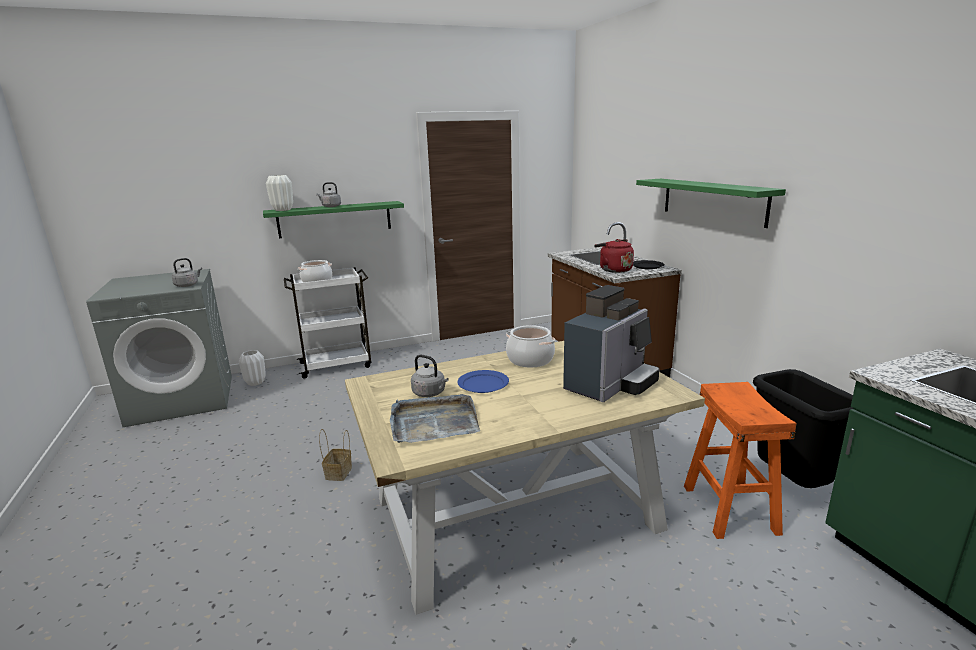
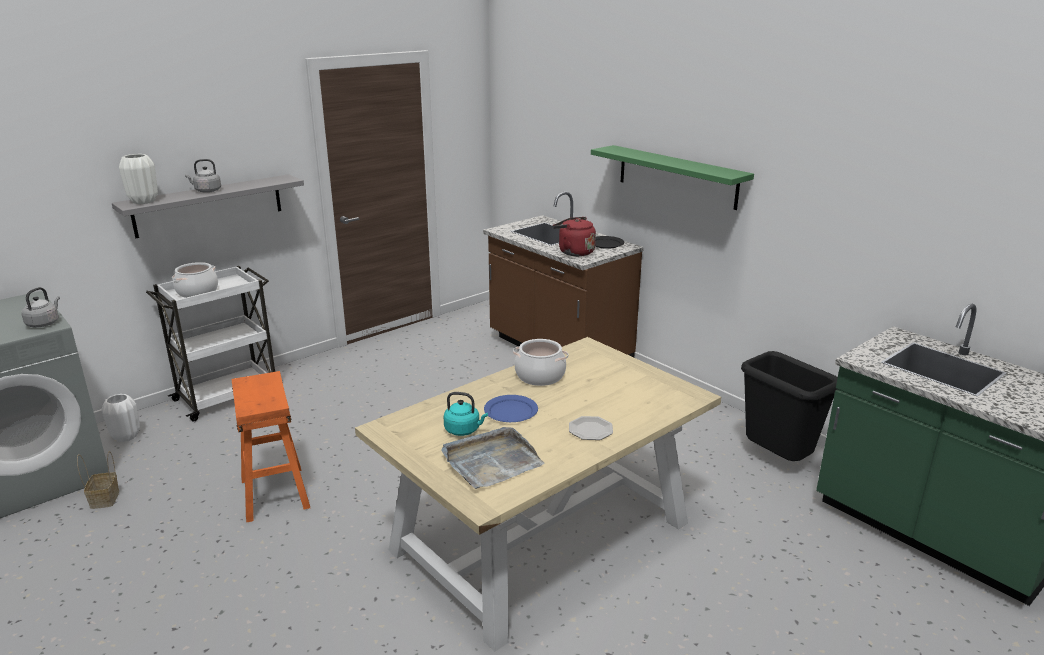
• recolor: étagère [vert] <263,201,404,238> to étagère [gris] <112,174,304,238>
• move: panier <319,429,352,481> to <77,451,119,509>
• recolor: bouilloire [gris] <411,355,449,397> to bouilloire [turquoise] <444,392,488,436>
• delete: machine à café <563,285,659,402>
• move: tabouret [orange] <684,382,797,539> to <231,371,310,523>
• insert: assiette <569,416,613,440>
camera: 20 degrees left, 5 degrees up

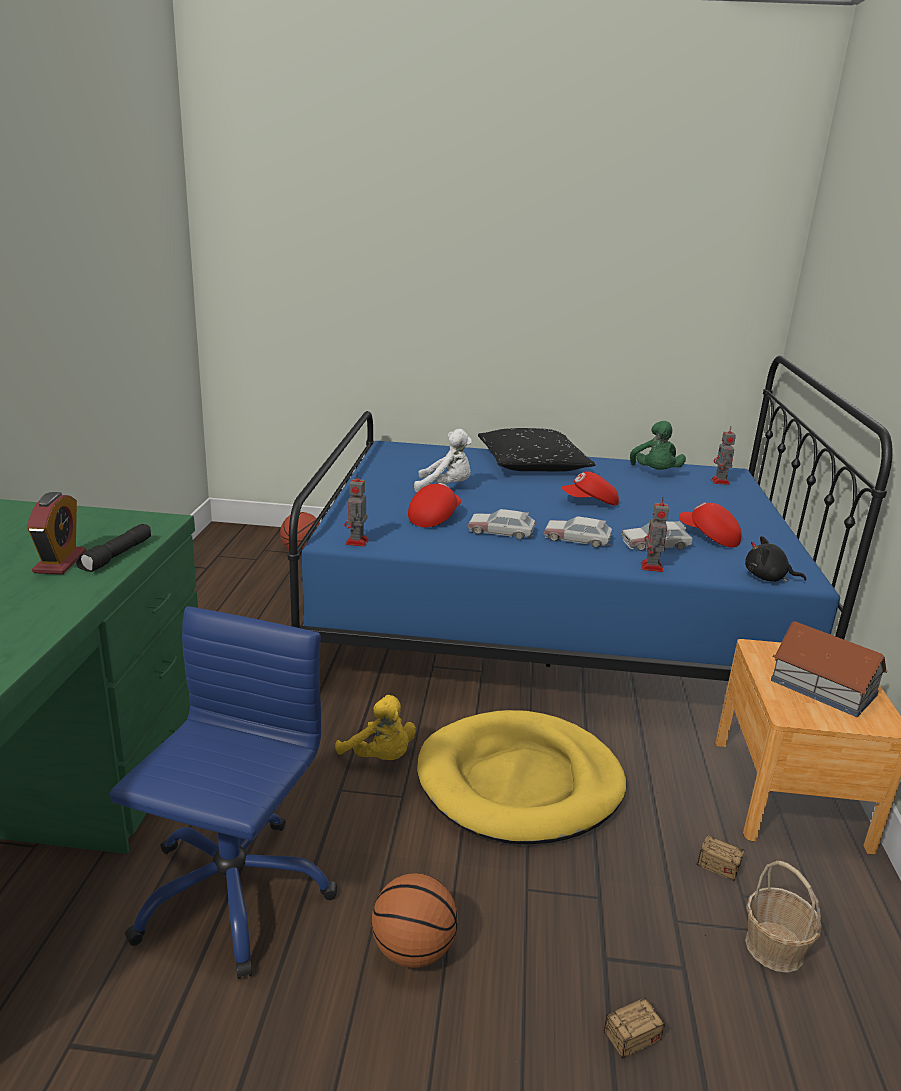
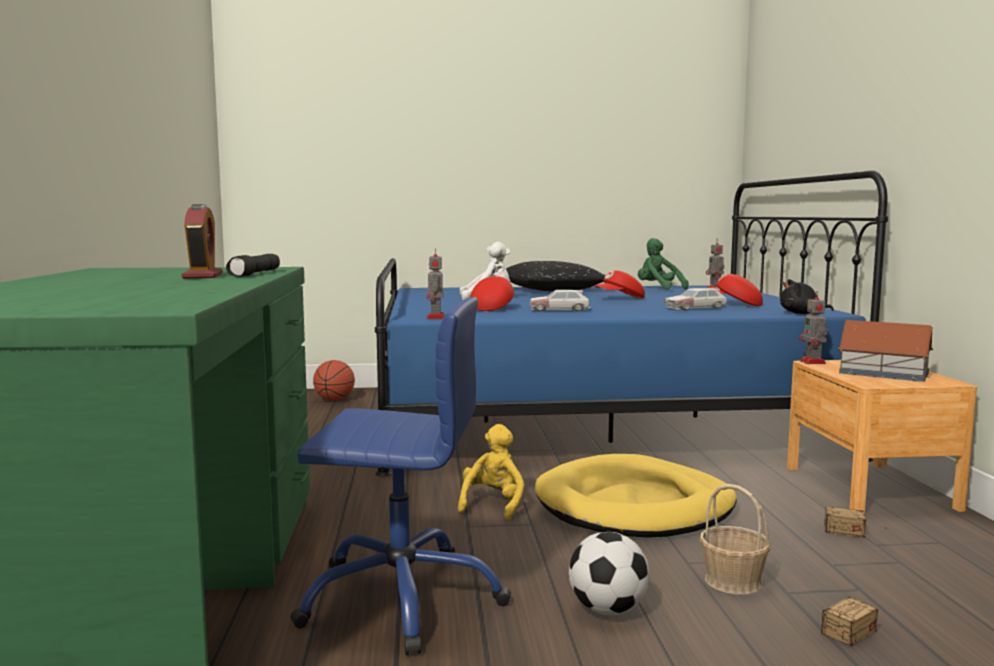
• rotate: chaise de bureau [bleu] <110,606,338,979> = <290,297,511,655> 90 degrees clockwise
• rotate: peluche [jaune] <335,695,416,760> = <458,424,525,520> 105 degrees counterclockwise
• replace: ballon de basket <372,873,458,968> to ballon de foot <569,532,650,615>
• delete: petite voiture <543,517,612,548>
• rotate: peluche [vert] <630,421,686,470> = <638,238,689,290> 150 degrees clockwise
• move: robot jouet <641,496,669,572> to <799,291,827,364>
• move: panier <745,861,822,973> to <700,484,771,595>
camera: 10 degrees left, 15 degrees down

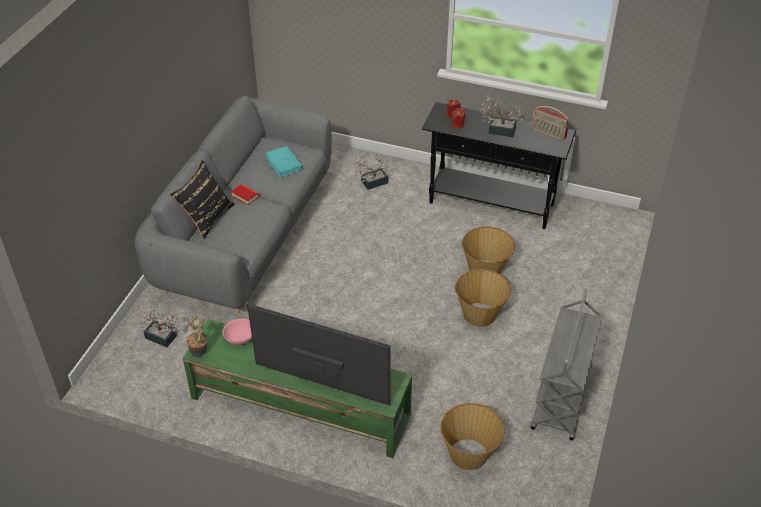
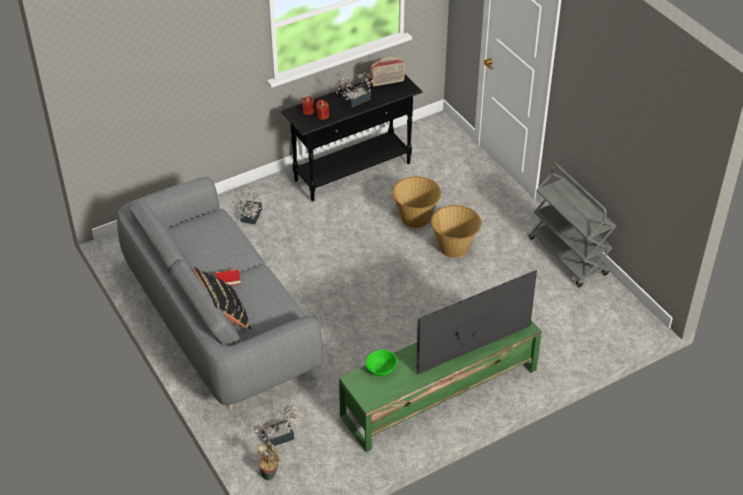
• move: plante en pot <186,316,208,358> to <257,441,281,480>
• recolor: bol [rose] <222,318,252,345> to bol [vert] <366,350,397,376>
• delete: livre [turquoise] <265,146,303,177>
• delete: panier <440,403,504,470>
camera: 50 degrees left, 0 degrees up

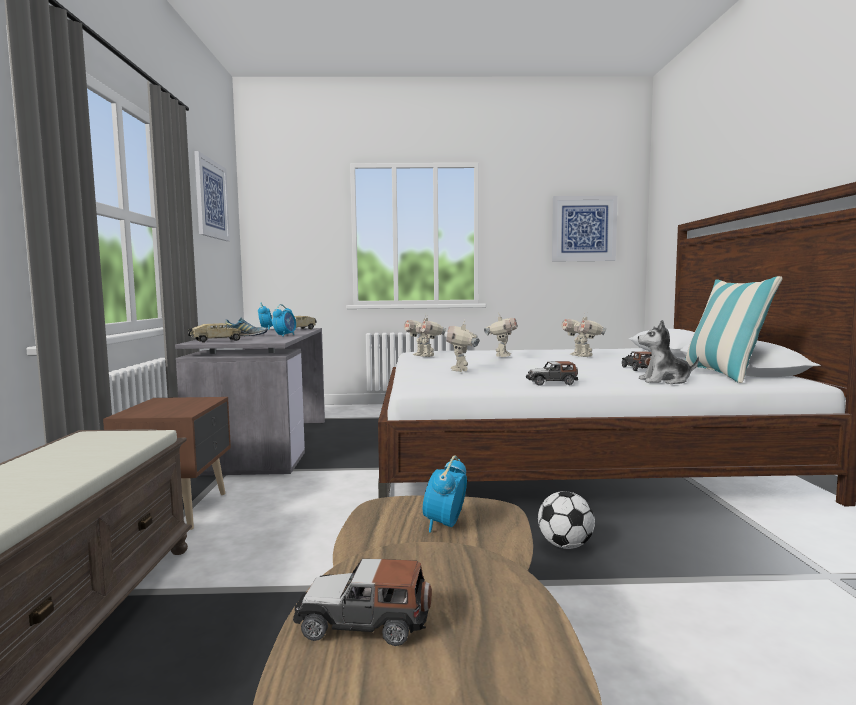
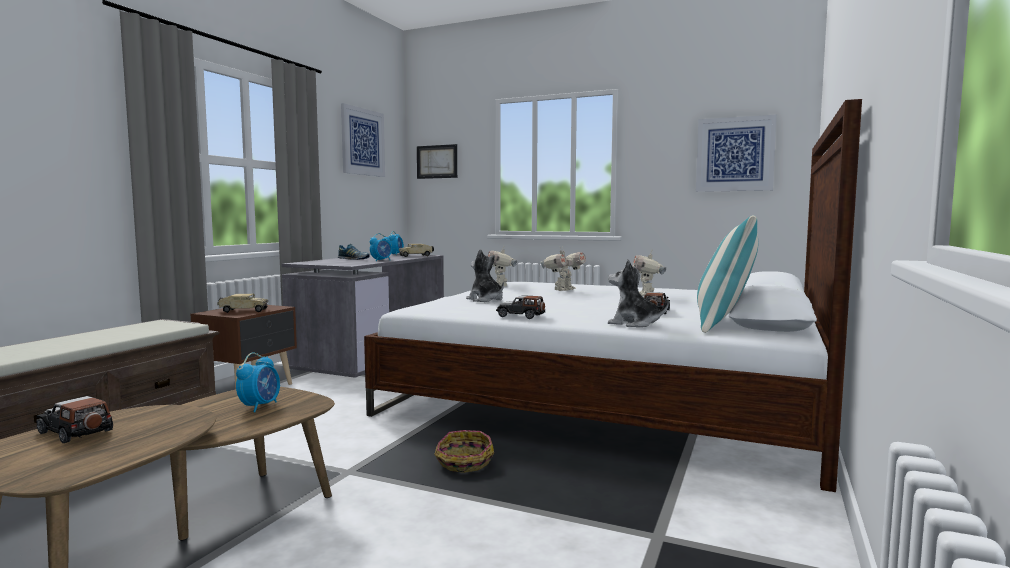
• move: camion jouet <188,323,241,343> to <217,294,268,313>
• rotate: réveil <423,455,467,533> = <236,352,280,412> 150 degrees clockwise
• replace: robot jouet <446,319,479,372> to peluche <466,249,504,302>
• replace: ballon de foot <538,491,595,549> to panier <434,430,494,473>
• insert: tableau <417,144,457,179>
camera: 25 degrees right, 0 degrees up

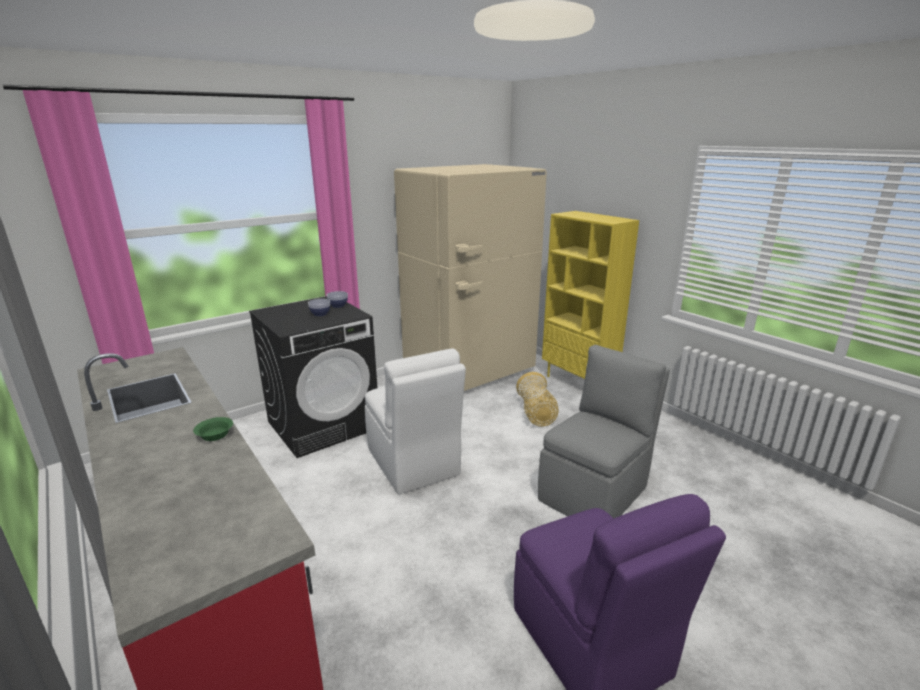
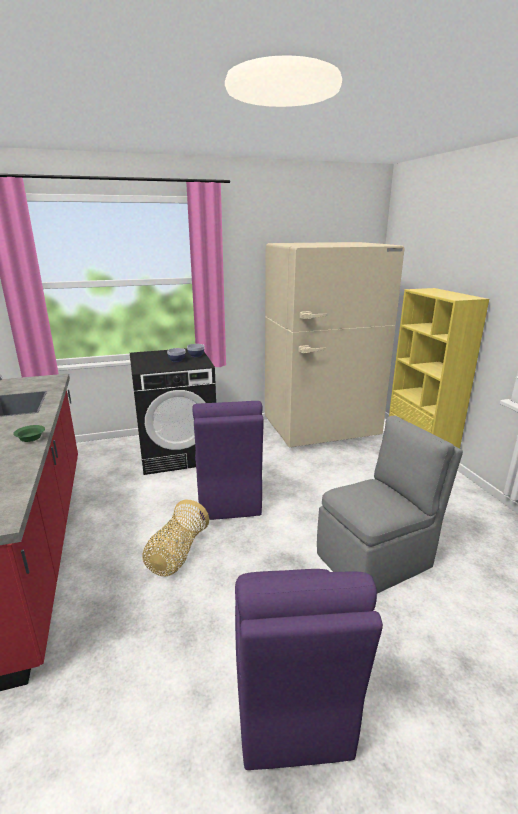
• recolor: chaise [blanc] <365,349,466,494> to chaise [violet] <193,401,264,520>
• move: panier <516,372,559,427> to <142,500,209,577>
camera: 20 degrees right, 0 degrees up

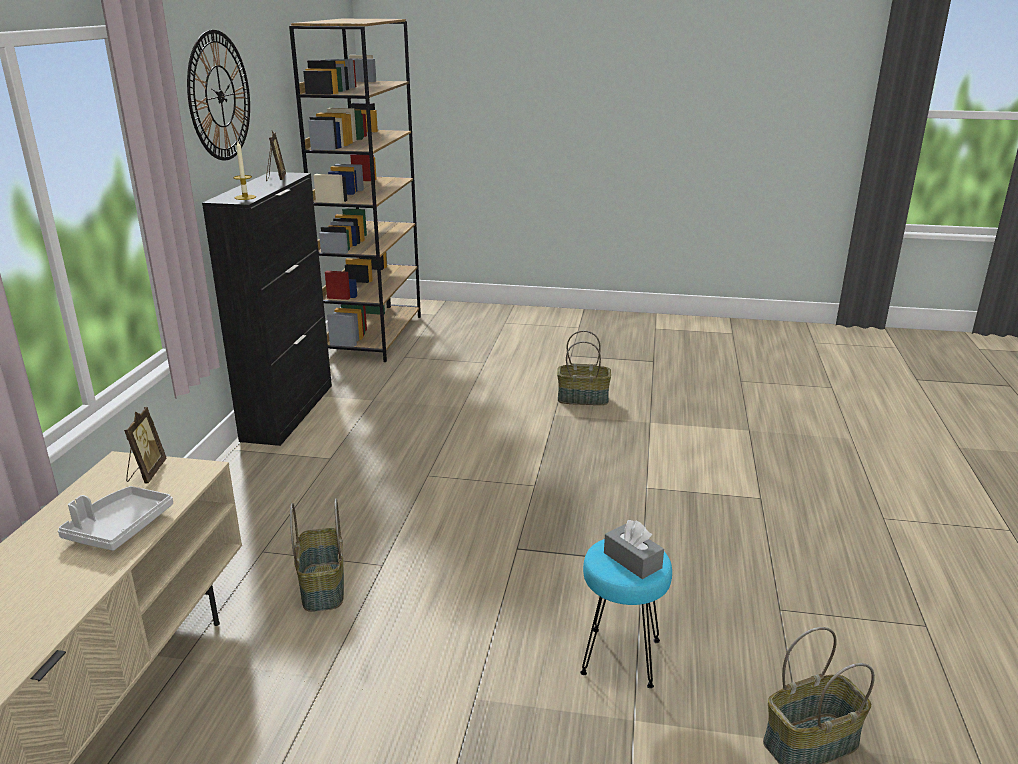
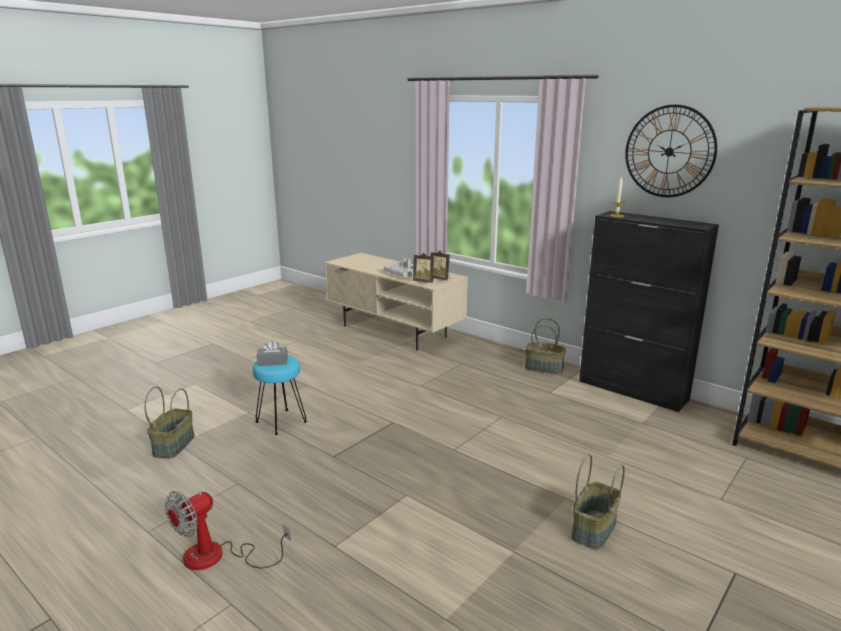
• move: cadre photo <266,131,286,181> to <413,253,434,283>
• move: panier <290,498,344,612> to <525,318,566,374>
• insert: ventilateur <165,491,291,570>
camera: 120 degrees right, 5 degrees down

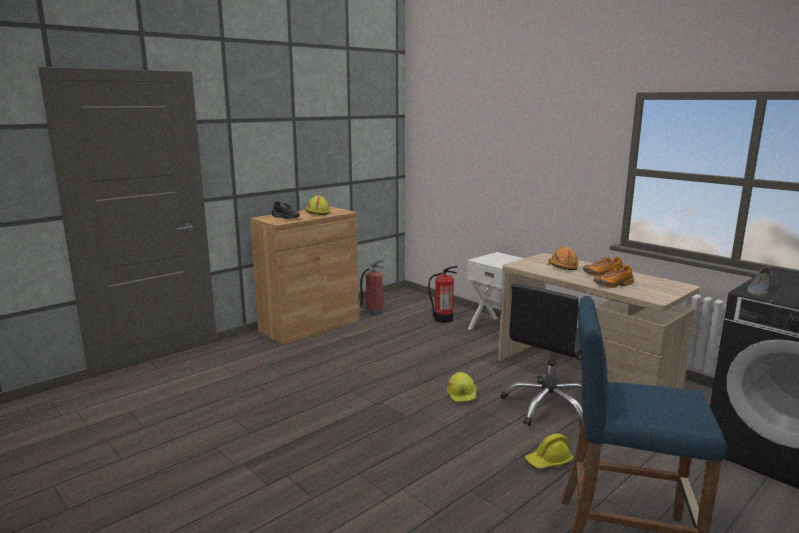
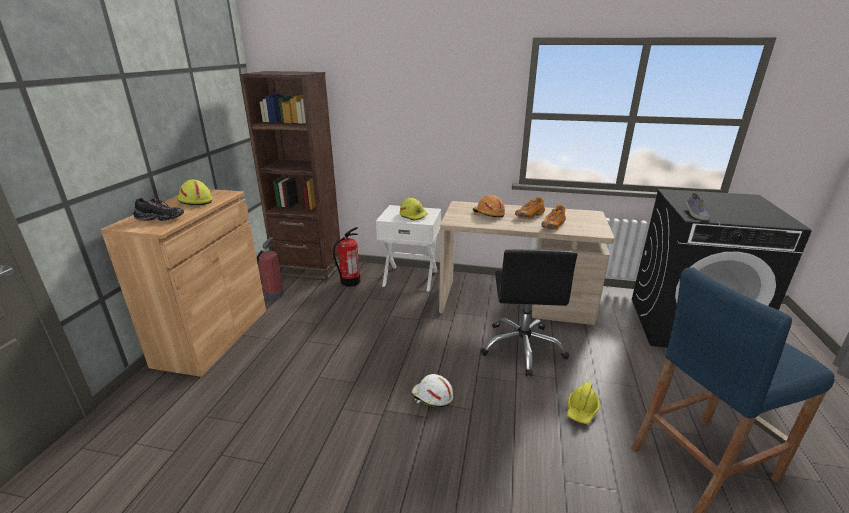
• move: casque de chantier [jaune] <447,372,478,403> to <400,198,427,221>
• insert: bibliothèque [marron] <239,71,340,281>
• insert: casque de chantier [blanc] <412,374,453,407>
camera: 35 degrees left, 10 degrees up

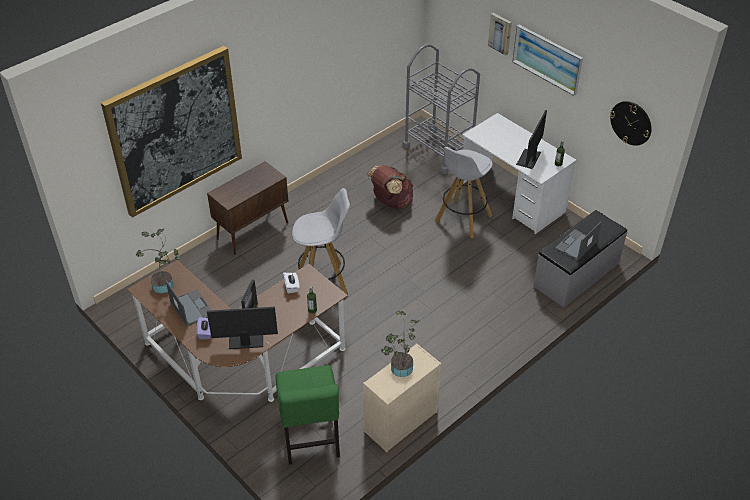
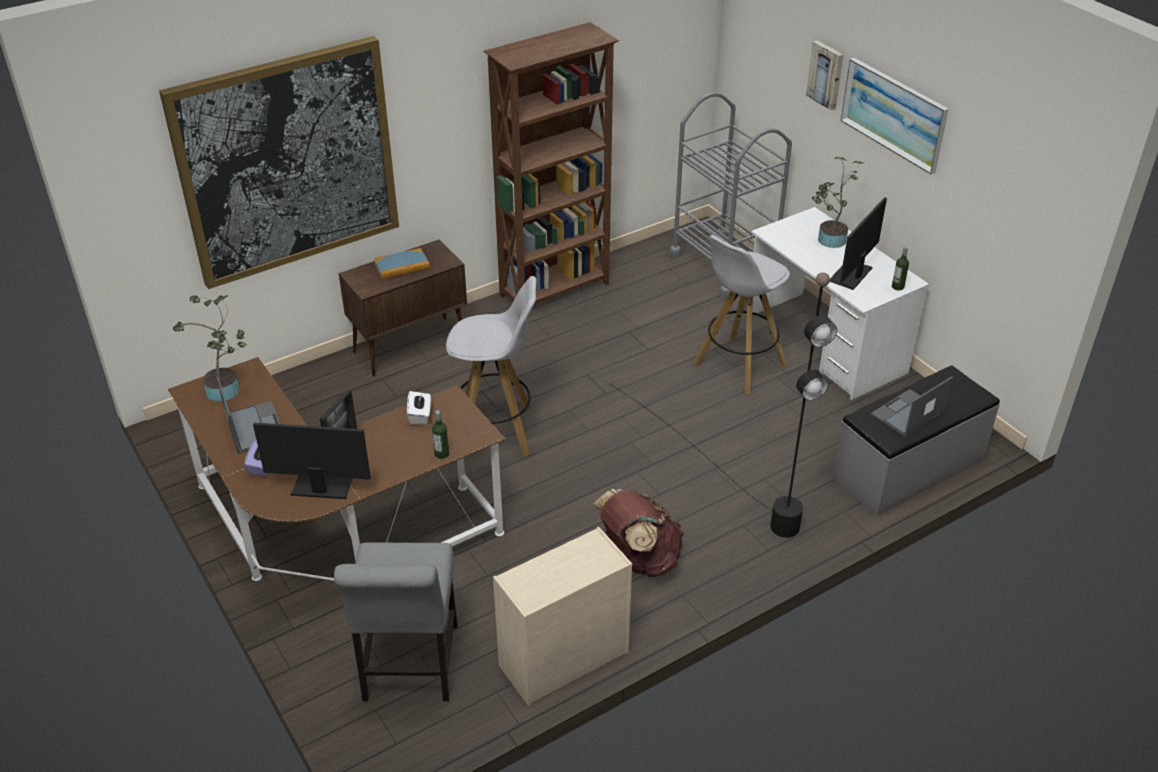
• recolor: chaise [vert] <276,365,340,465> to chaise [gris] <334,542,458,702>
• move: sac à dos [marron] <366,165,414,209> to <593,489,684,577>
• move: plante en pot <381,311,420,377> to <812,157,864,248>
• delete: horloge murale <610,101,651,146>
• insert: livre <374,248,430,279>
• insert: bibliothèque [marron] <484,22,619,304>
• insert: lampadaire [noir] <605,272,837,538>
camera: 10 degrees right, 5 degrees down

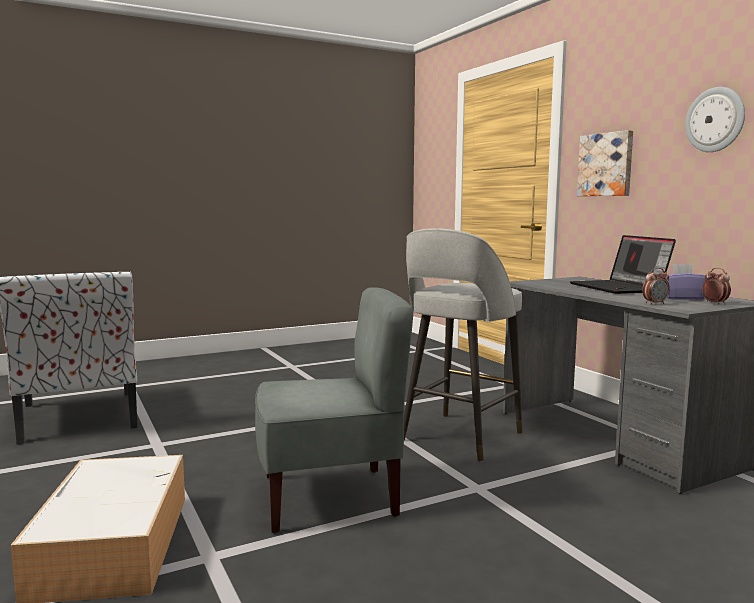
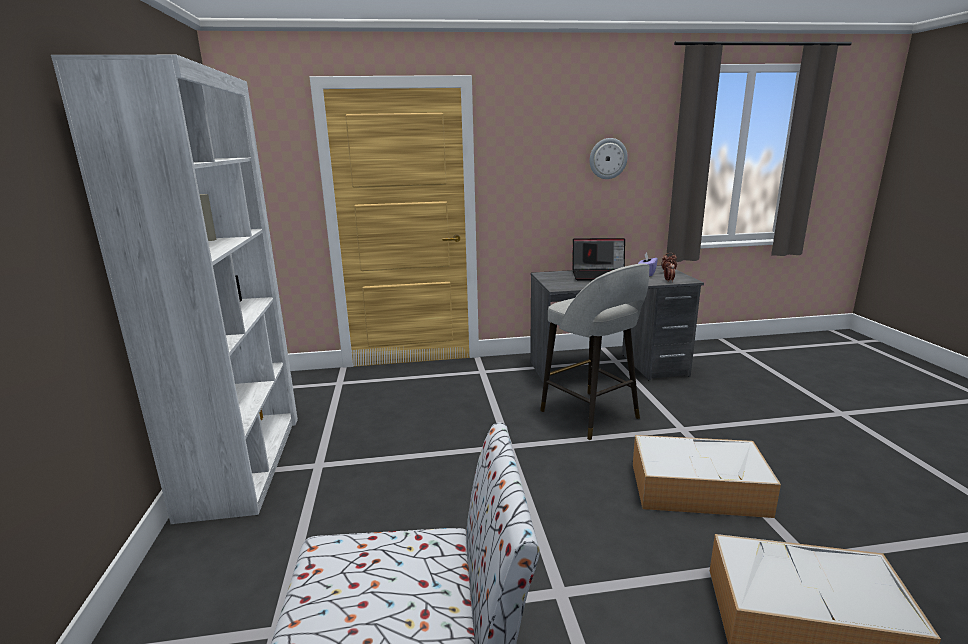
• replace: chaise [gris] <255,287,414,534> to boîte de rangement <633,435,781,518>
• delete: tableau <577,130,633,196>
• insert: bibliothèque [blanc] <51,55,298,524>
camera: 70 degrees left, 10 degrees up

